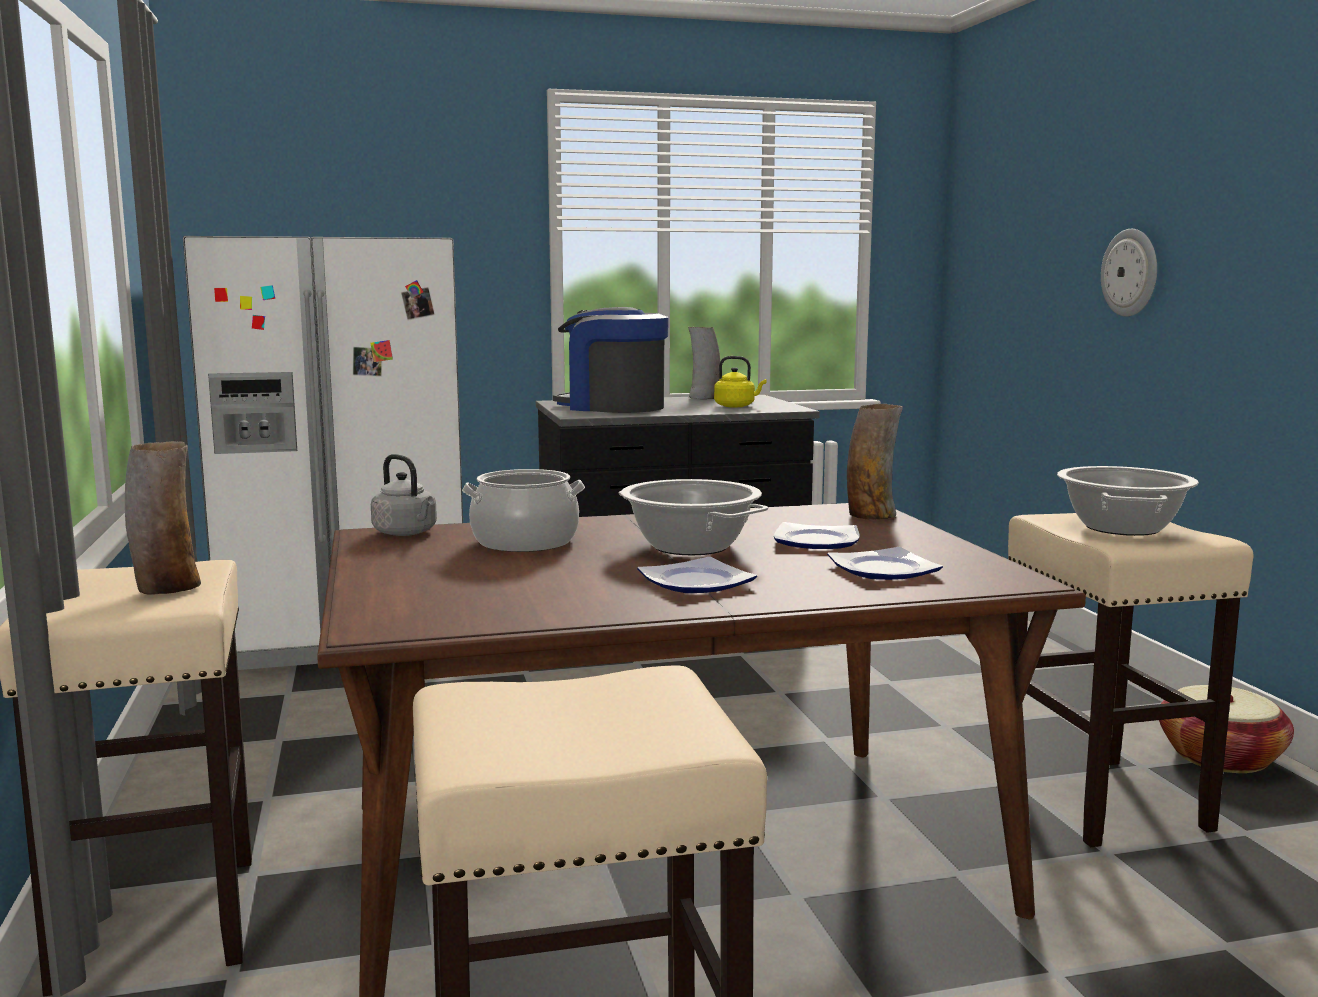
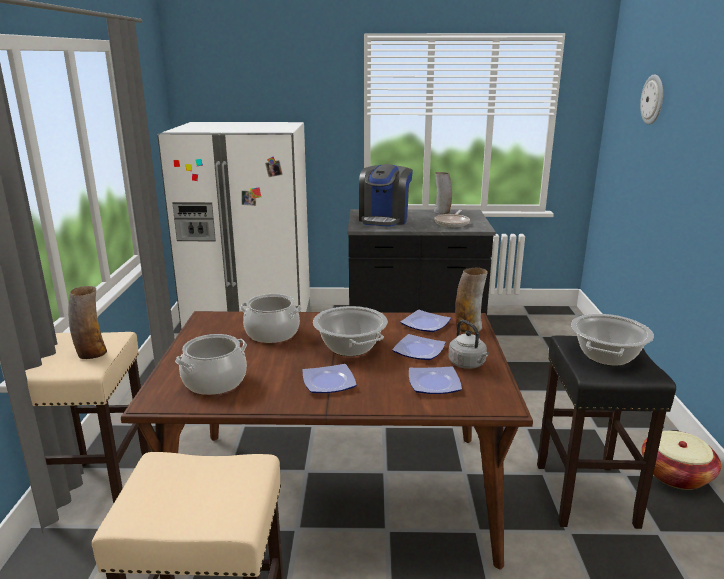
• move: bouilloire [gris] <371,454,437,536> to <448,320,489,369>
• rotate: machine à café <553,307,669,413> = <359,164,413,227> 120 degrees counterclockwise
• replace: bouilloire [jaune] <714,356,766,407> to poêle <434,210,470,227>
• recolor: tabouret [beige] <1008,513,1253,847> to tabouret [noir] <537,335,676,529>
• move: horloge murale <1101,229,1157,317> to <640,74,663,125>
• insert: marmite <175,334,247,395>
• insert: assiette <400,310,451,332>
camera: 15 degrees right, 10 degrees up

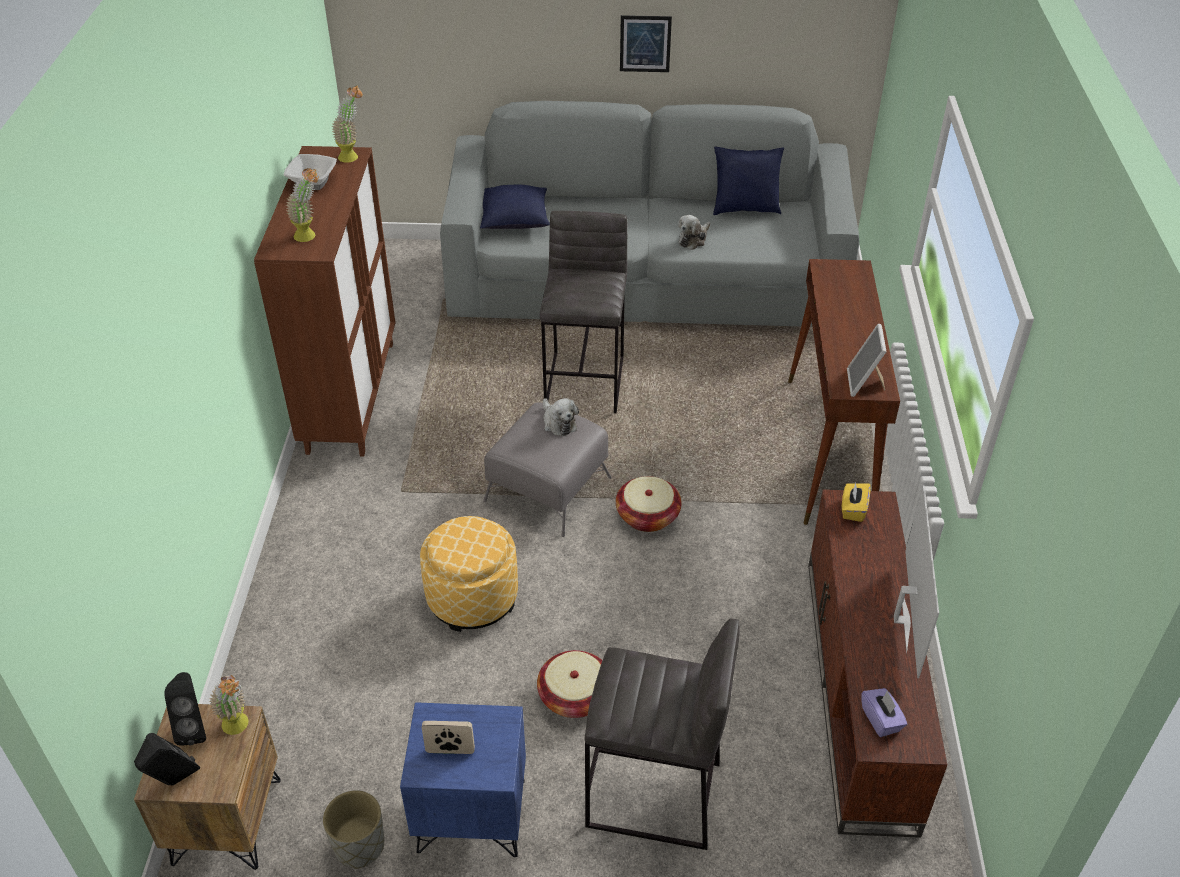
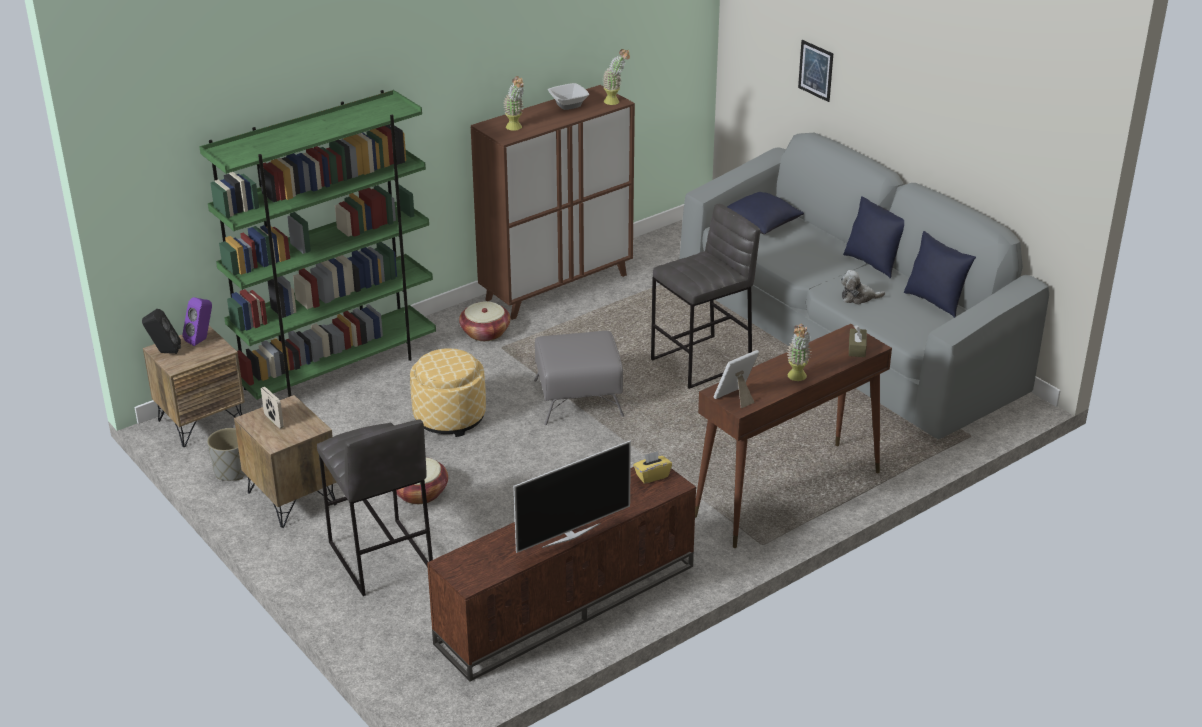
• recolor: enceinte [noir] <164,672,206,746> to enceinte [violet] <182,297,212,346>
• move: plante en pot <209,675,248,735> to <787,324,811,381>
• recolor: table de chevet [bleu] <400,702,526,857> to table de chevet [marron] <234,395,337,528>
• delete: peluche <543,398,579,436>
• move: panier <616,476,682,532> to <459,301,510,341>
• move: tableau <620,15,672,72> to <798,40,833,102>
• delete: boîte à mouchoirs [violet] <861,688,907,737>
• insert: bibliothèque [vert] <199,90,436,400>
• insert: coussin [bleu] <843,196,904,279>
• insert: boîte à mouchoirs [marron] <849,325,867,357>
camera: 50 degrees right, 10 degrees down

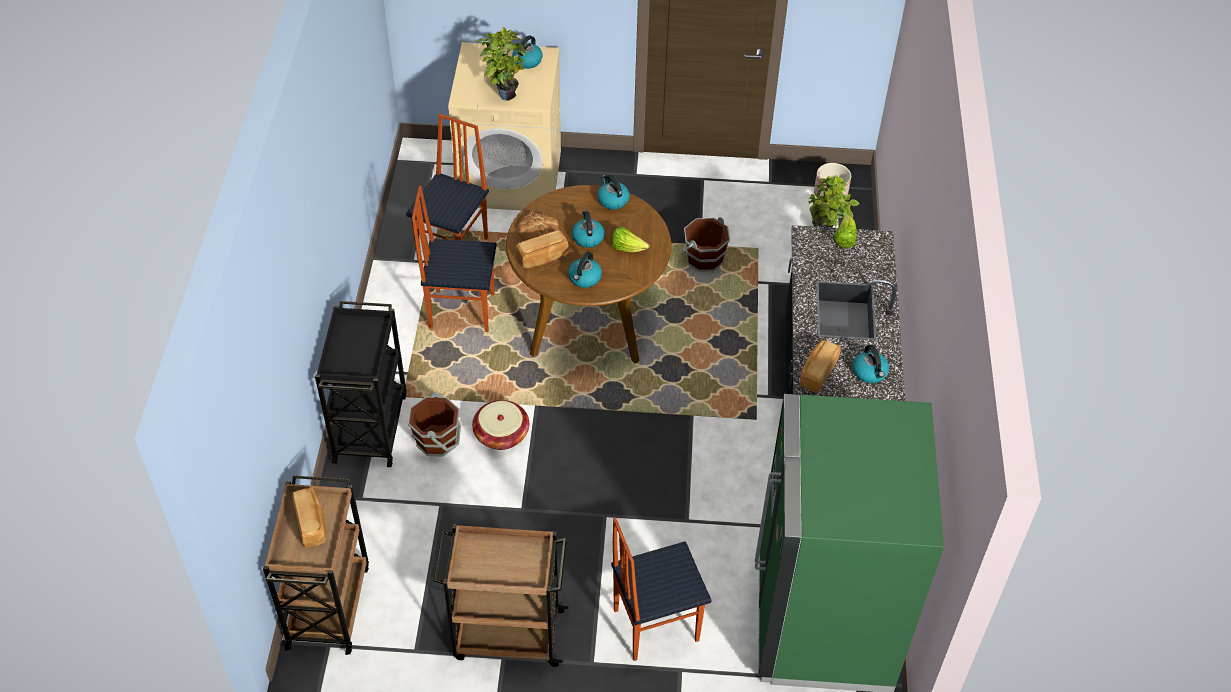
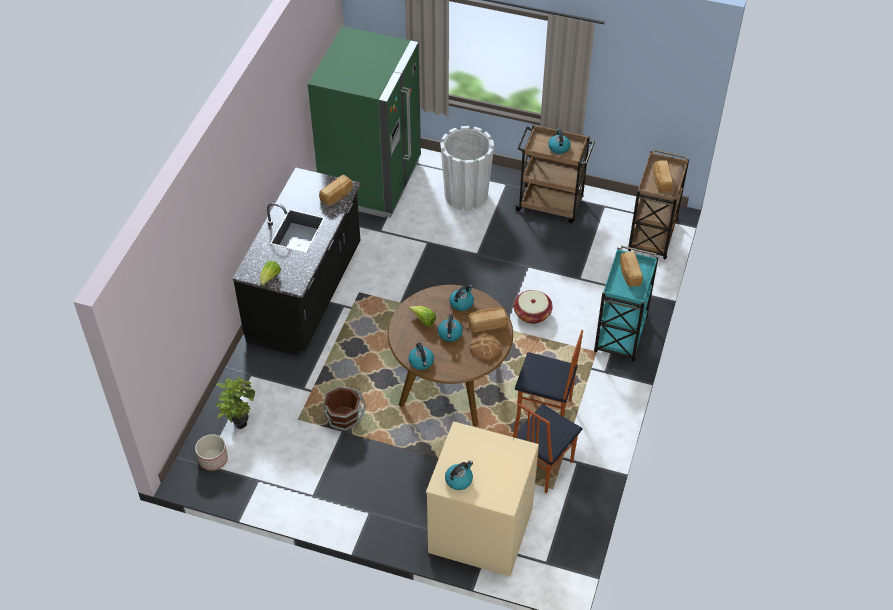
• recolor: chariot [noir] <315,301,406,467> to chariot [turquoise] <594,245,659,361>
• delete: seau [marron] <408,392,461,457>
• delete: plante en pot <475,27,525,101>
• replace: chaise <611,517,712,661> to cache-pot [blanc] <440,126,494,211>
• move: bouilloire <853,345,889,383> to <548,129,571,154>
• insert: pain <620,251,643,286>
camera: 165 degrees left, 0 degrees up

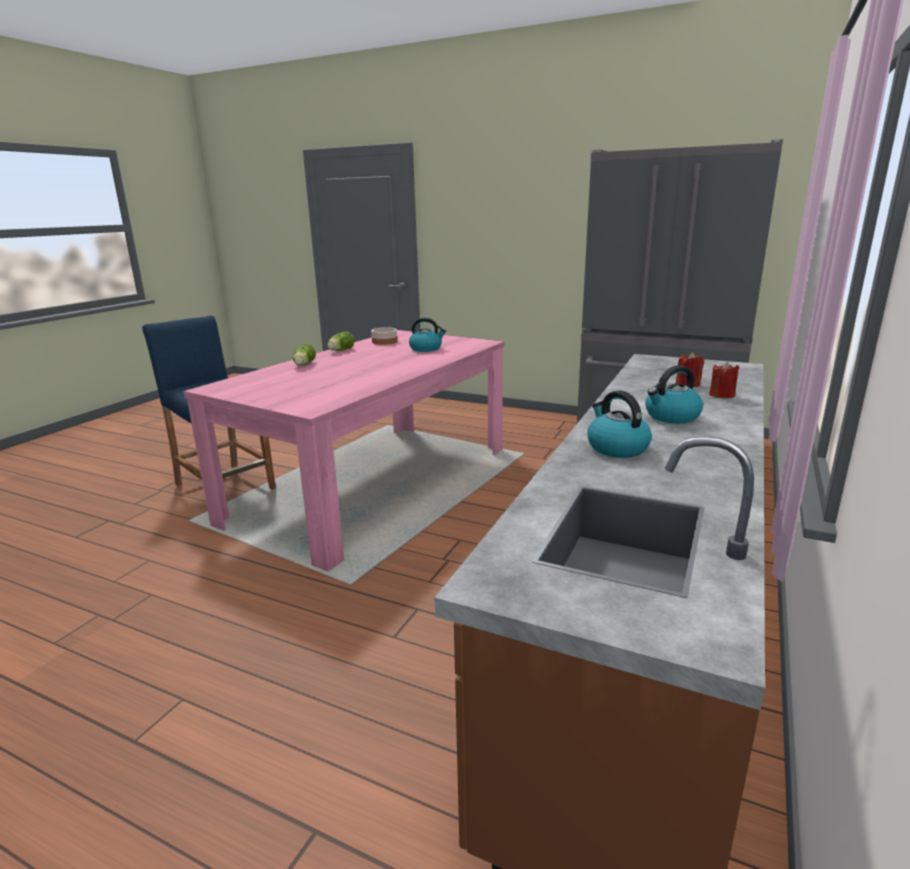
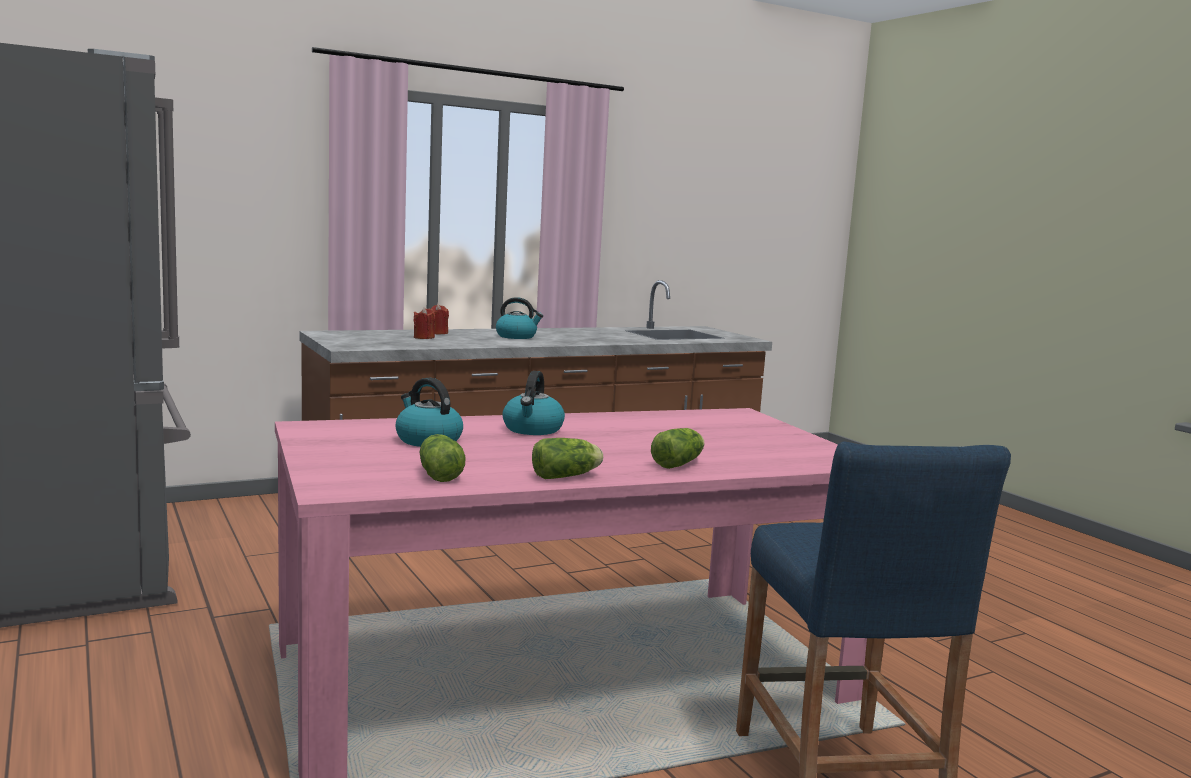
• replace: bol <371,327,397,345> to laitue <419,434,465,482>
• move: bouilloire <588,391,652,458> to <502,371,565,435>
camera: 145 degrees left, 10 degrees down

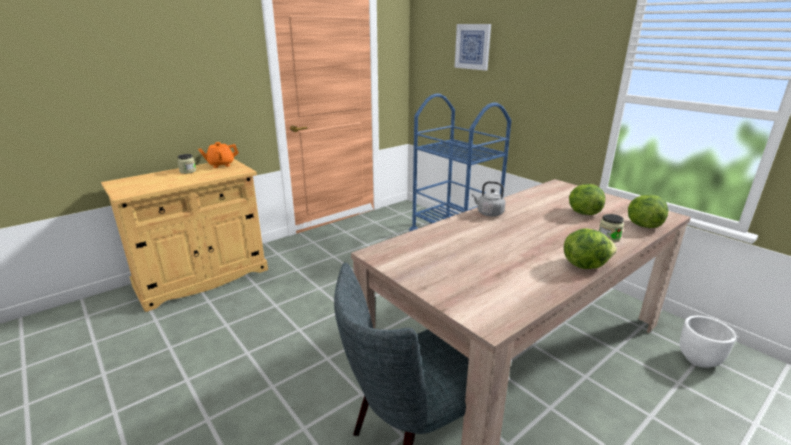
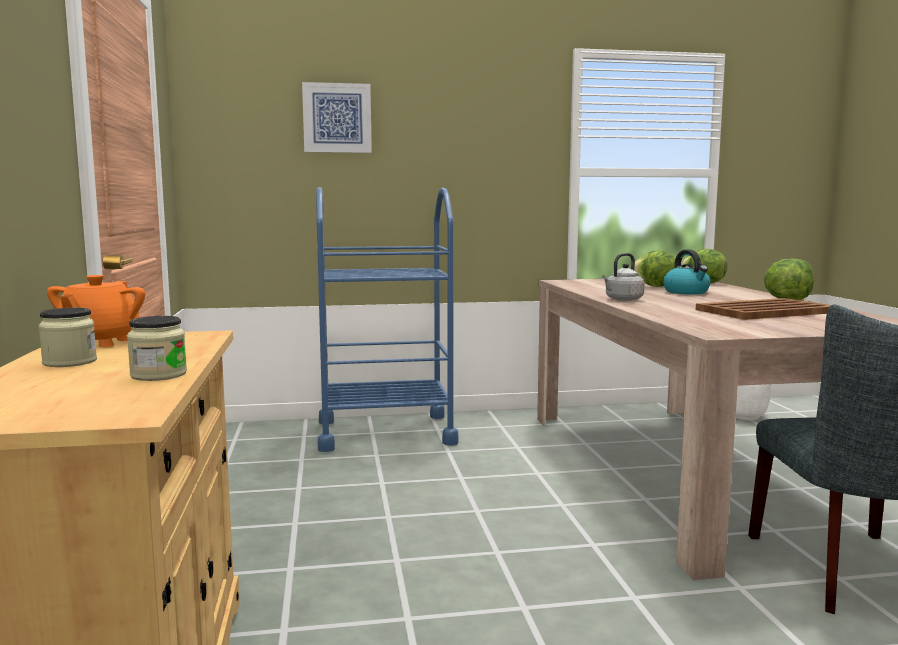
• move: bocal <599,214,624,243> to <127,316,187,381>
• insert: bouilloire <663,249,710,295>
• insert: plateau [marron] <696,298,830,320>
camera: 60 degrees left, 15 degrees down

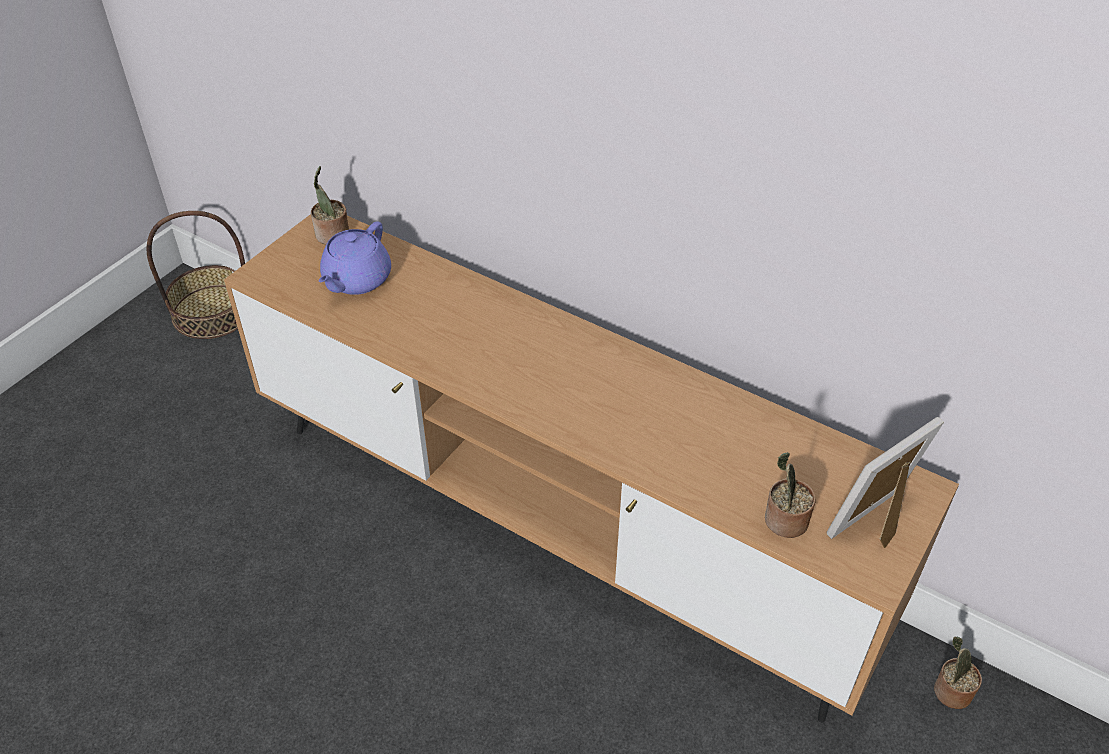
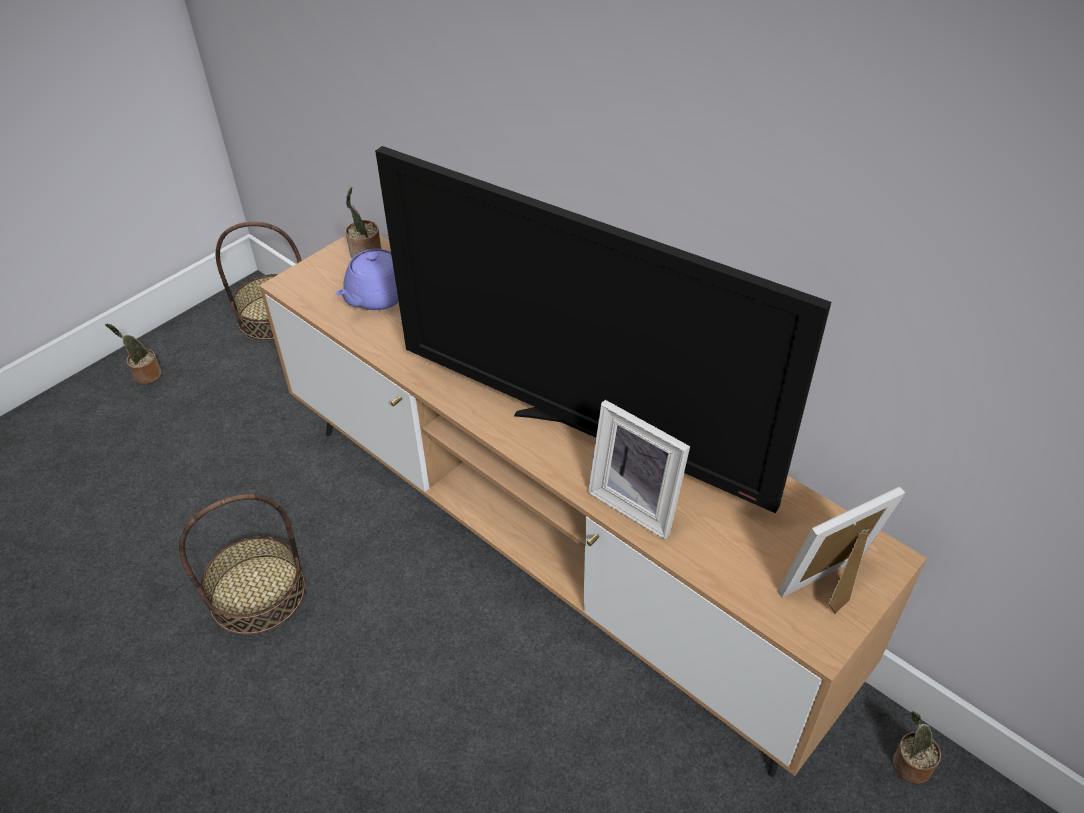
• move: plante en pot <765,452,815,538> to <105,323,162,384>
• insert: panier <179,494,305,635>
• insert: téléviseur <375,146,831,513>
• insert: cadre photo <588,400,690,540>
camera: 10 degrees right, 0 degrees up

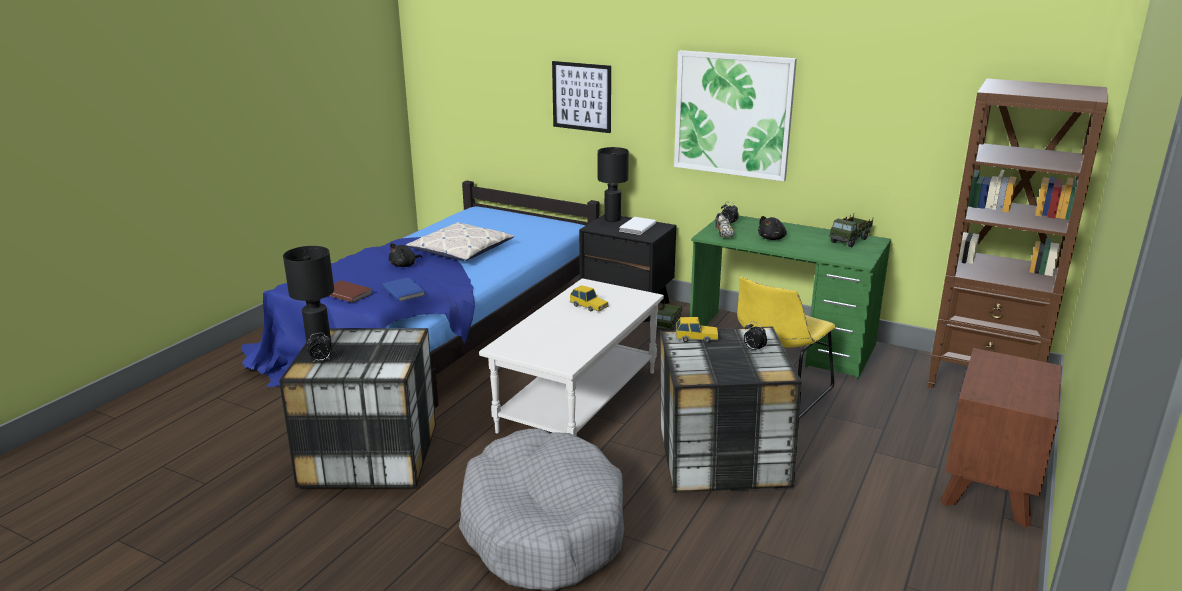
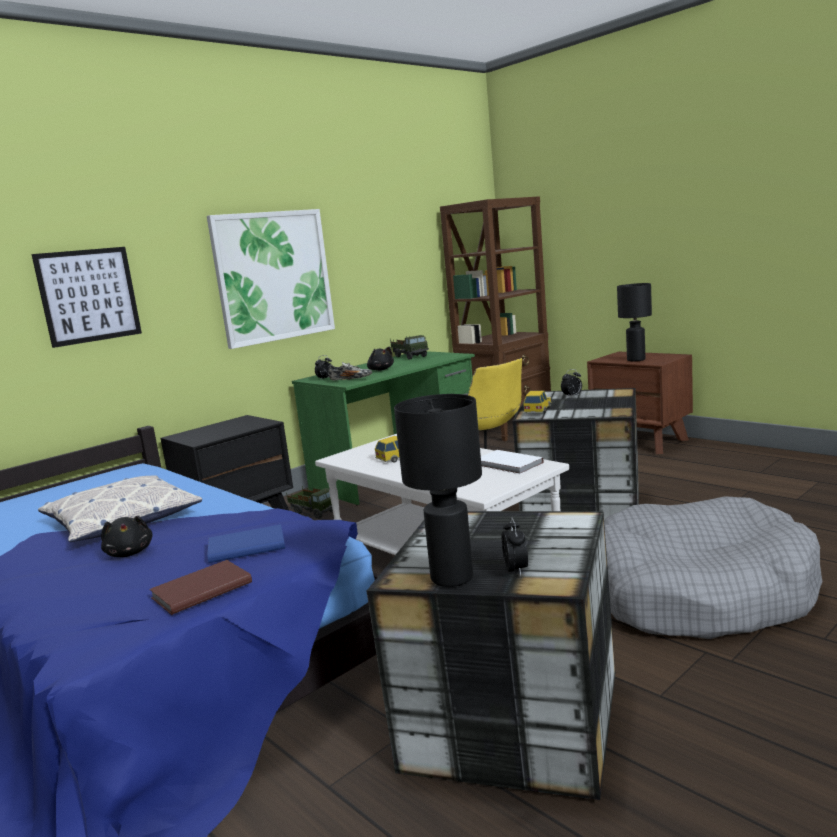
• move: lampe de table [noir] <598,147,629,222> to <617,283,652,361>
• move: livre [blanc] <620,217,656,235> to <481,450,544,474>
camera: 70 degrees left, 10 degrees down

